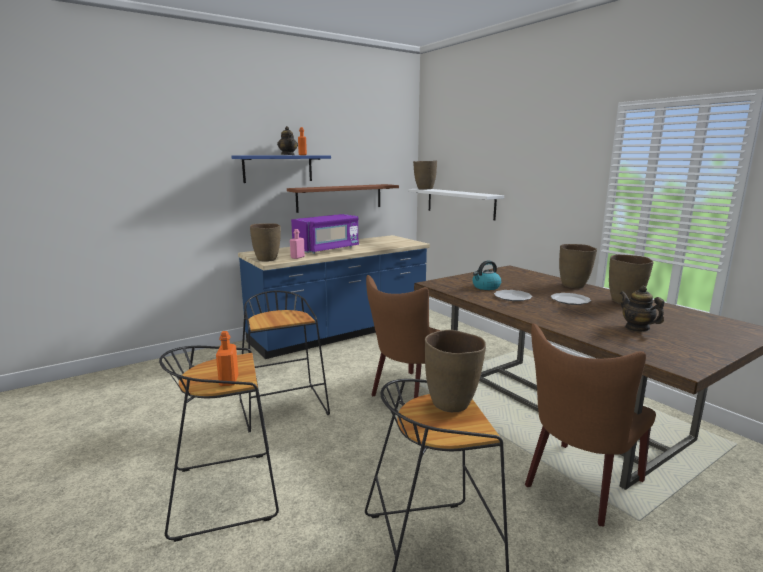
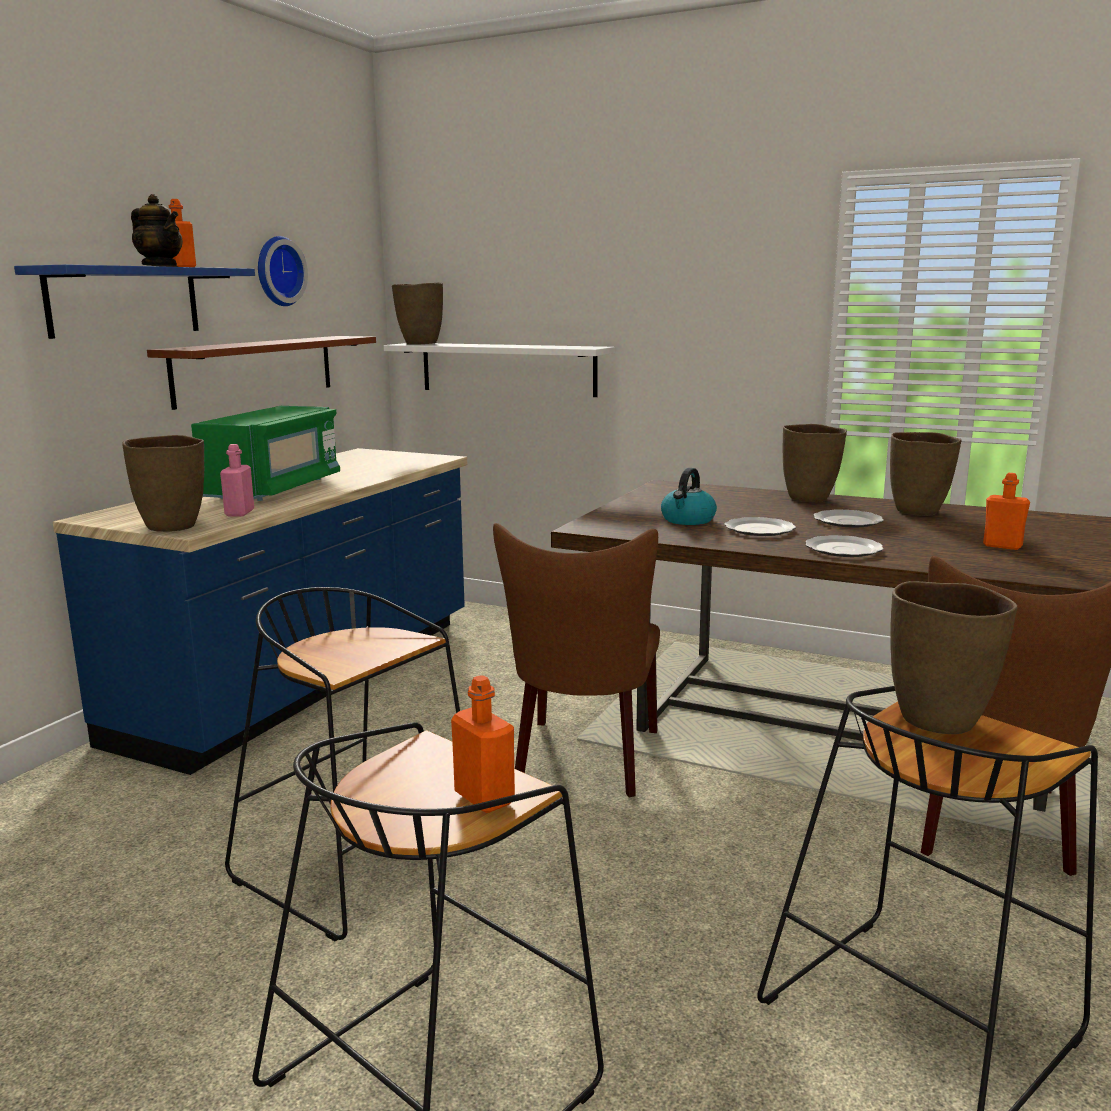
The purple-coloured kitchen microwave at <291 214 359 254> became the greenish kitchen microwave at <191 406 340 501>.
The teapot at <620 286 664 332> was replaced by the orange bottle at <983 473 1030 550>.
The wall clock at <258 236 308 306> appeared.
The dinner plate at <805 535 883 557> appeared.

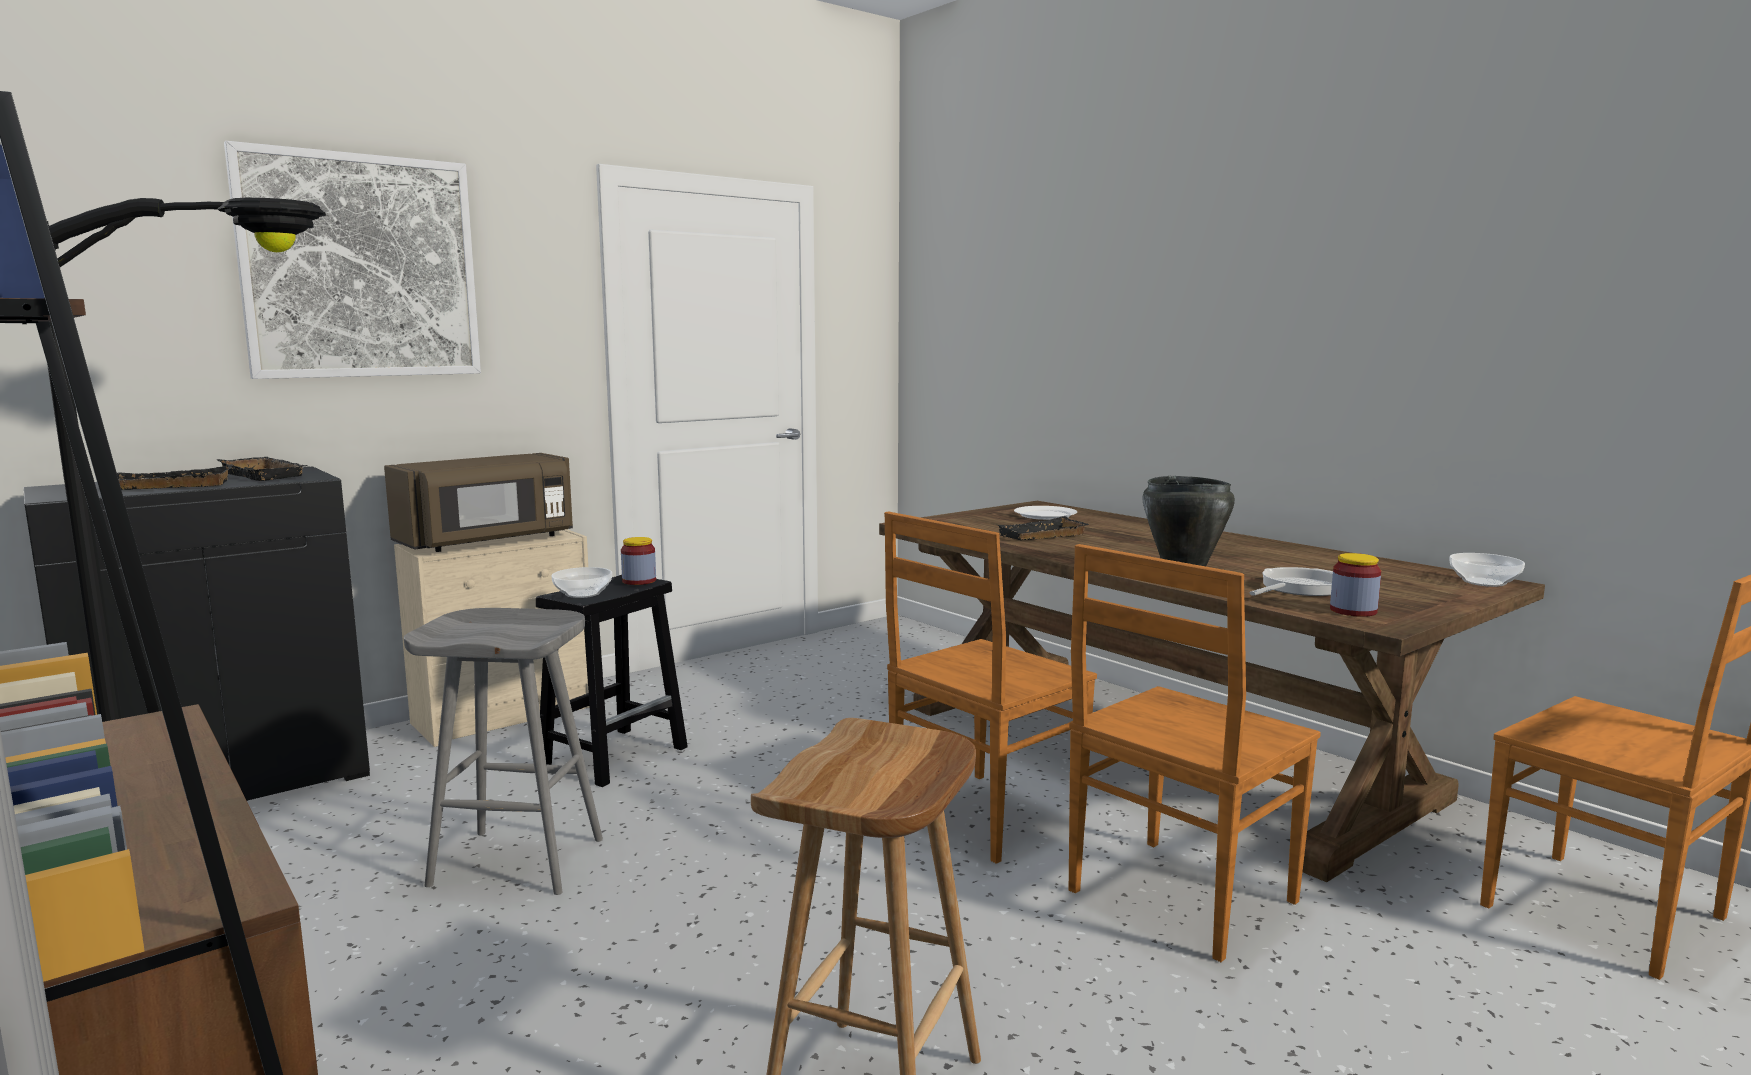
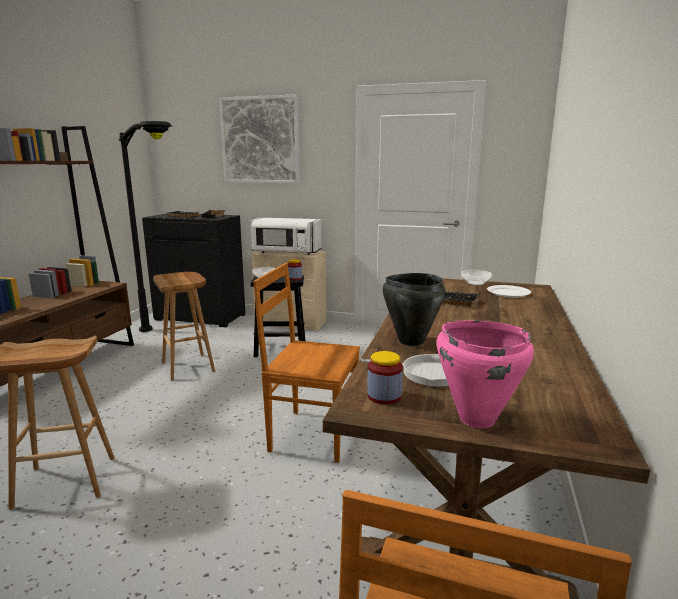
The brown-coloured kitchen microwave at <384 453 573 552> became the white-coloured kitchen microwave at <251 218 321 255>.
The greyish sitting stool at <404 608 603 895> became the brown-coloured sitting stool at <153 272 215 381>.
The brown-coloured upright chair at <1069 544 1321 962> disappeared.
The serving bowl moved from <1450 553 1525 587> to <461 270 492 285>.
The pink cooking pot at <437 321 534 428> appeared.

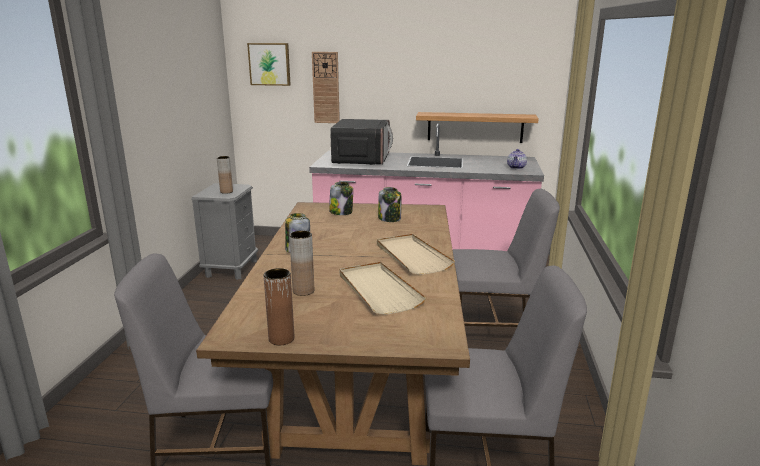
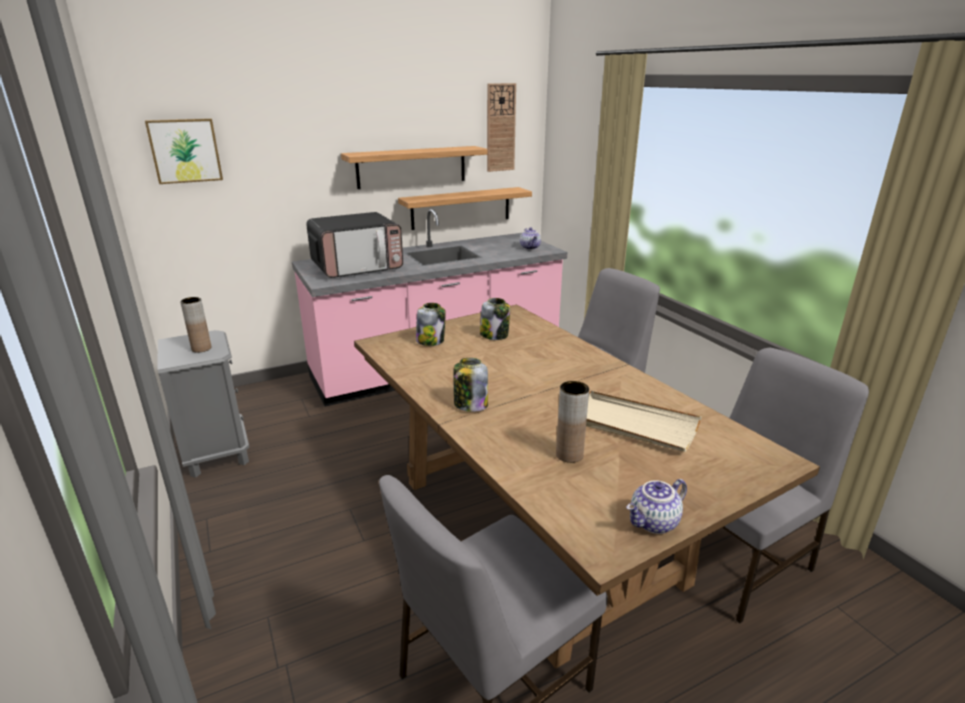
The brown-coloured decorative vase at <264 268 294 345> was replaced by the teapot at <626 479 687 534>.
The wall clock moved from <312 52 340 123> to <487 83 516 172>.
The kitchen microwave at <330 119 393 165> turned 90 degrees clockwise.
The beige-coloured carrying tray at <377 234 455 275> disappeared.
The wall shelf at <341 146 488 189> appeared.

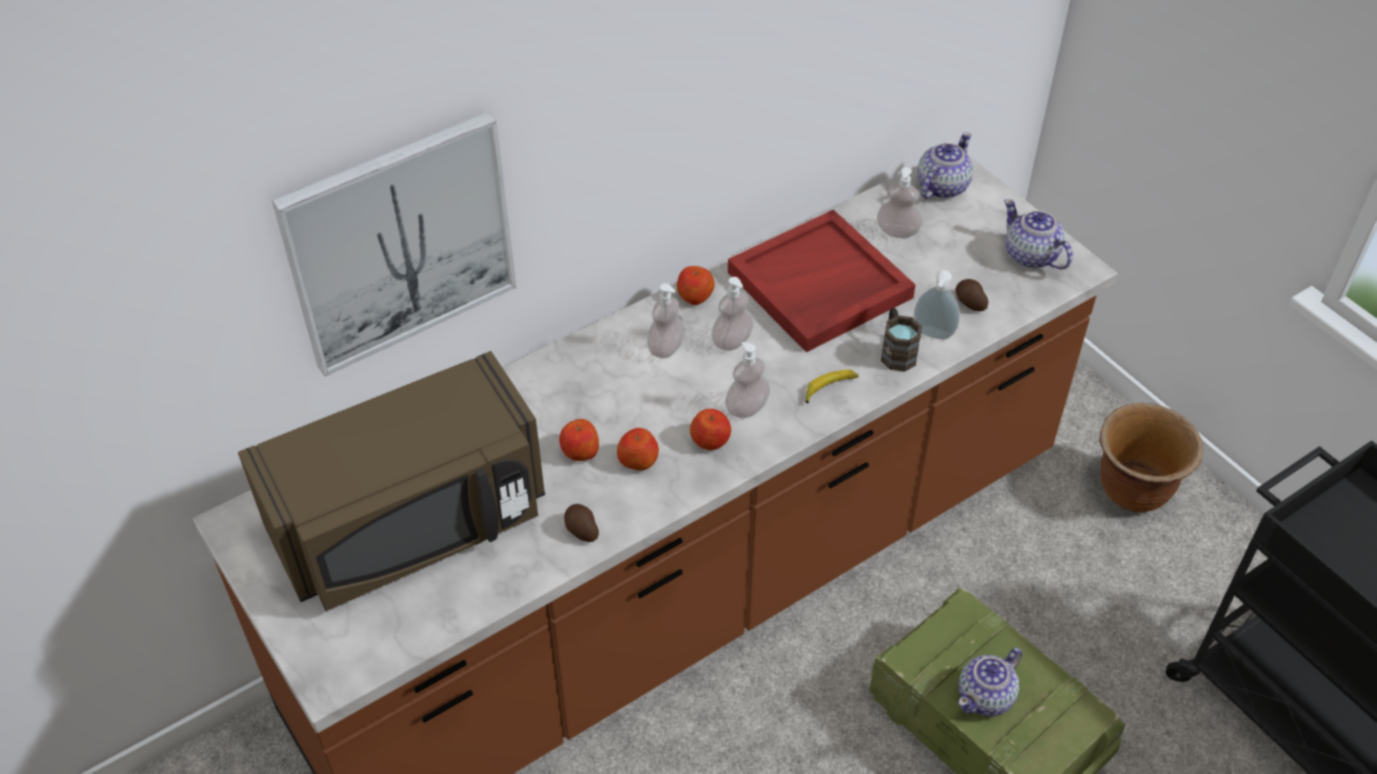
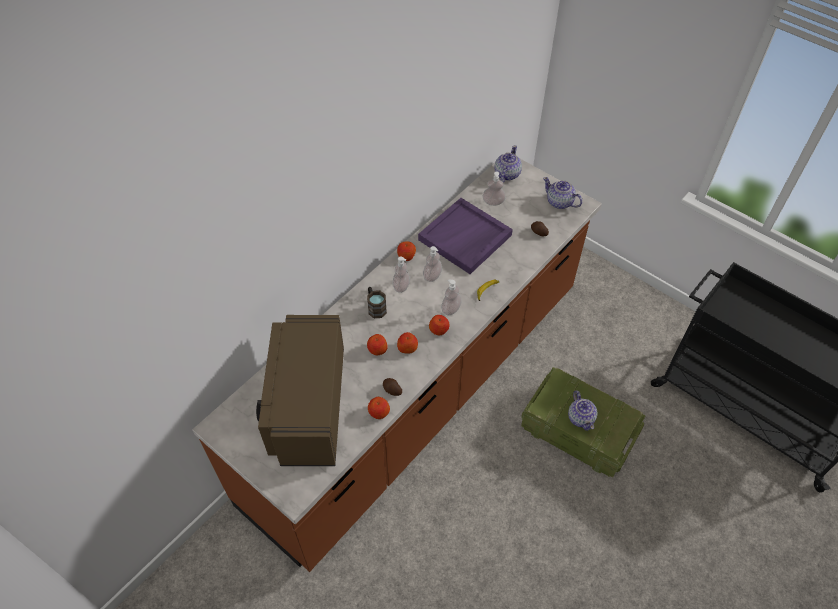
The brown-coloured kitchen microwave at <238 351 545 611> turned 135 degrees clockwise.
The picture at <272 112 516 376> disappeared.
The red carrying tray at <728 210 916 353> became the purple-coloured carrying tray at <418 198 513 274>.
The brown-coloured tea mug moved from <881 308 922 372> to <367 287 387 318>.
The soap dispenser at <914 270 960 340> disappeared.
The teapot at <959 648 1022 717> turned 45 degrees counterclockwise.
The brown-coloured planter at <1100 403 1203 512> disappeared.
The whole apple at <368 397 390 419> appeared.

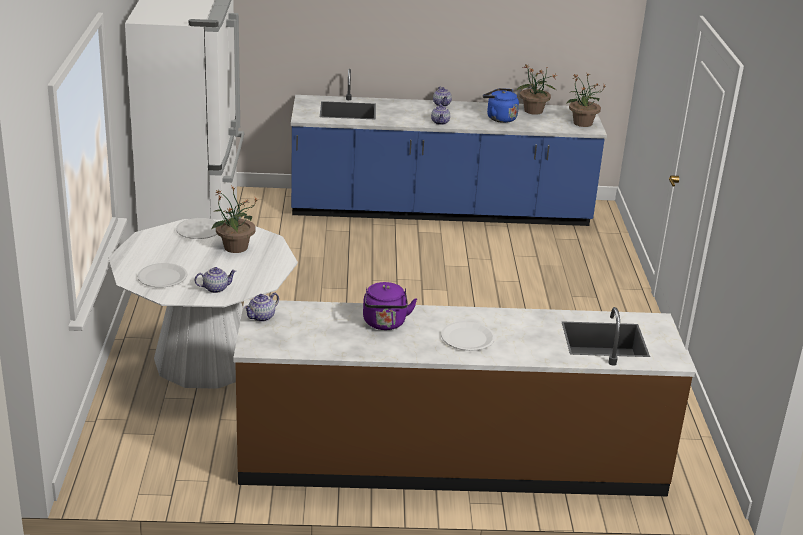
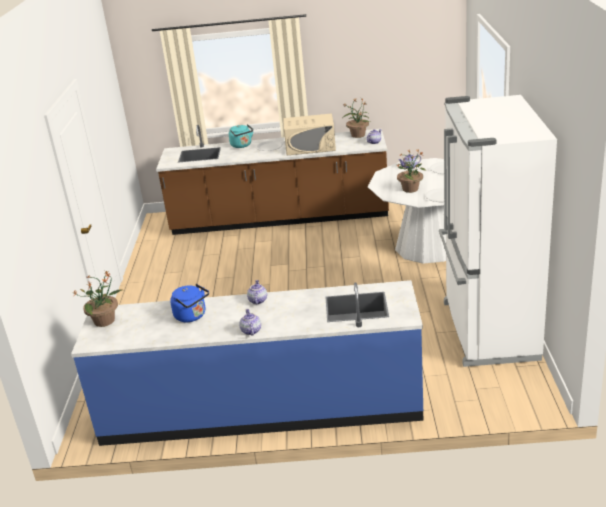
The purple-coloured water kettle at <363 282 417 330> was replaced by the beige-coloured kitchen microwave at <284 113 336 155>.
The houseplant moved from <517 65 557 115> to <342 98 370 138>.
The turquoise-coloured water kettle at <229 124 253 148> appeared.

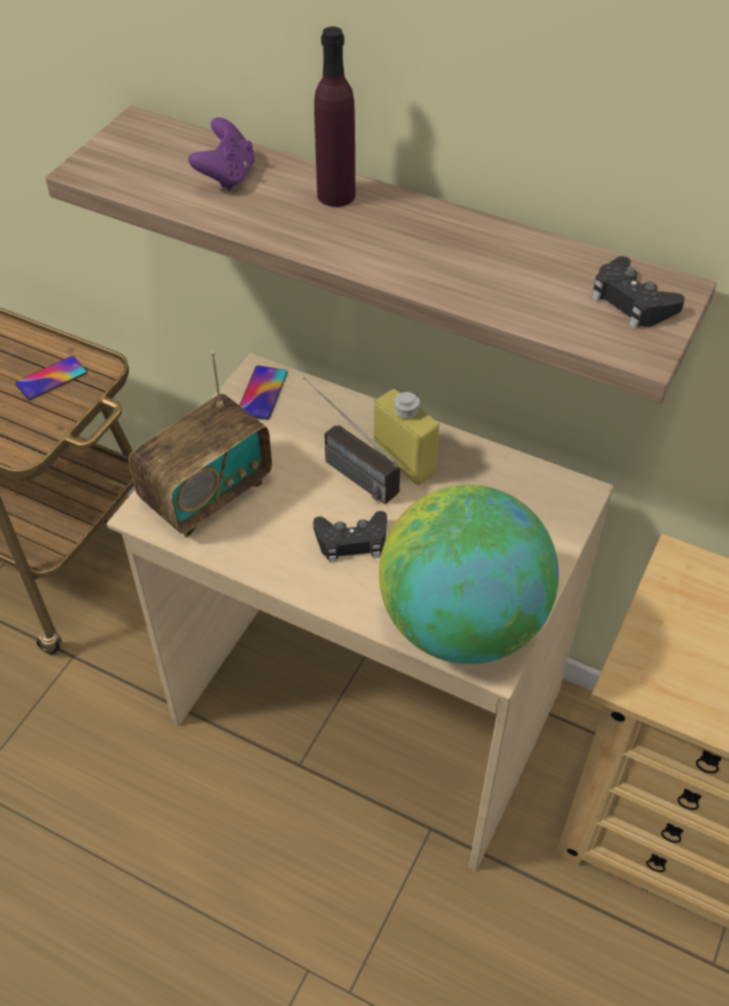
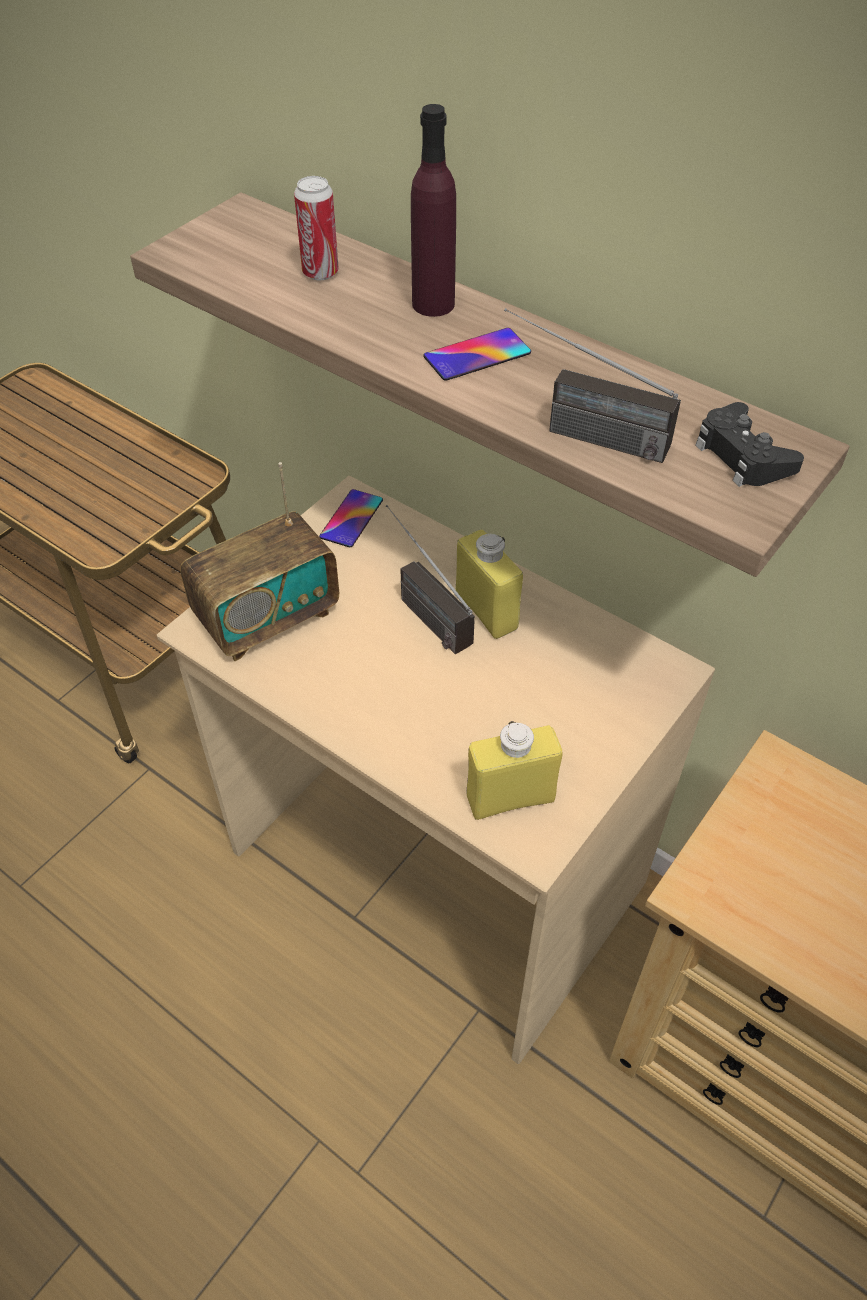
The telephone moved from <15 356 87 400> to <423 328 531 381>.
The purple-coloured game controller at <188 117 255 191> was replaced by the sealed can at <294 176 339 280>.
The black-coloured game controller at <313 511 387 563> disappeared.
The world globe at <379 485 559 664> was replaced by the yellowish bottle at <467 721 562 820>.
The radio receiver at <504 308 681 463> appeared.

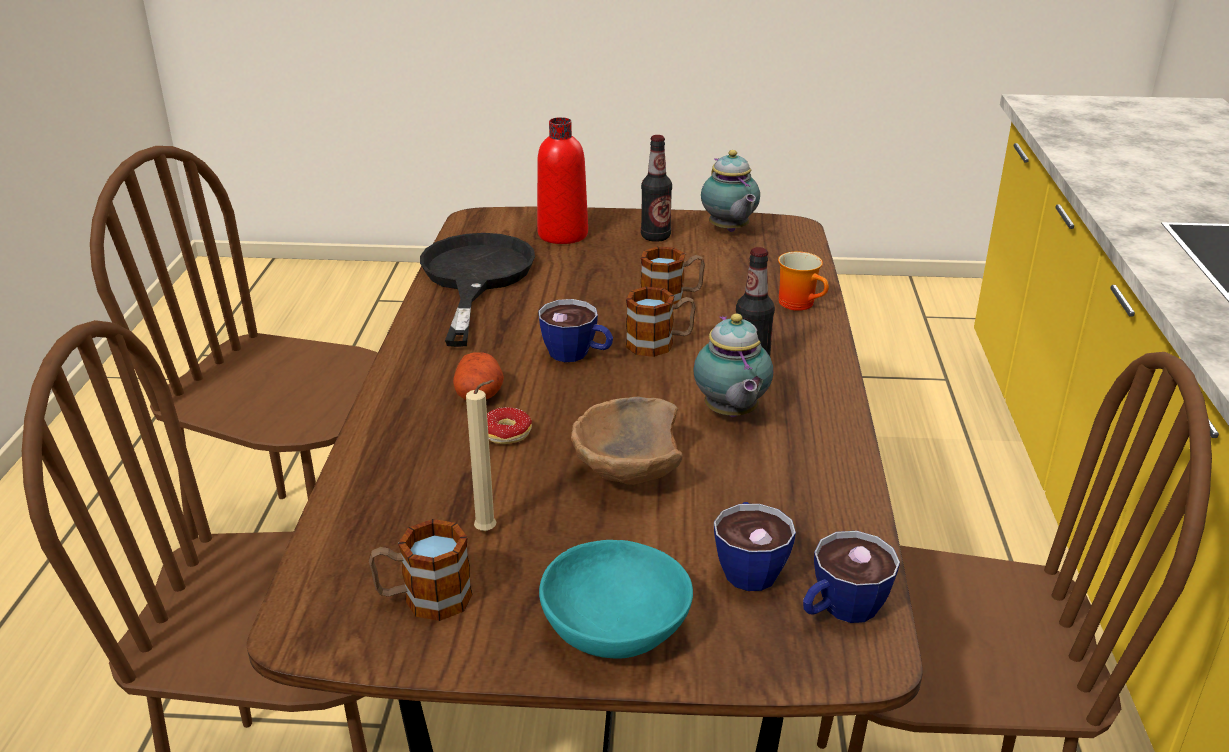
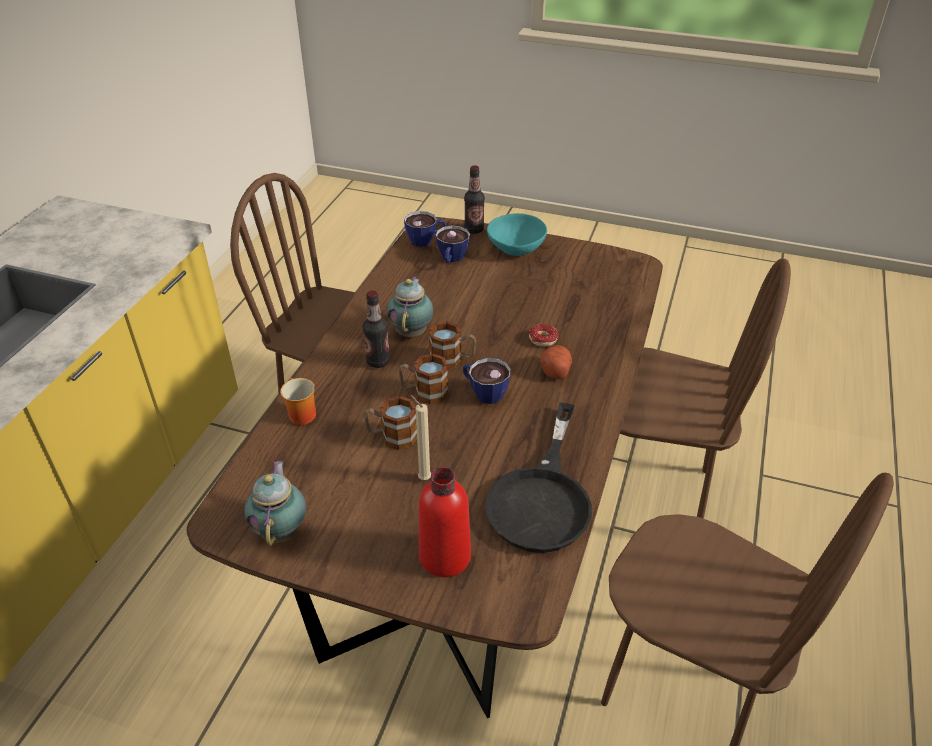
The tea mug moved from <369 519 473 621> to <429 321 476 369>.
The beige-coloured wax candle moved from <466 380 496 531> to <410 395 431 480>.
The brown-coloured serving bowl at <571 397 682 485> disappeared.
The bottle moved from <641 135 672 242> to <464 165 485 234>.

